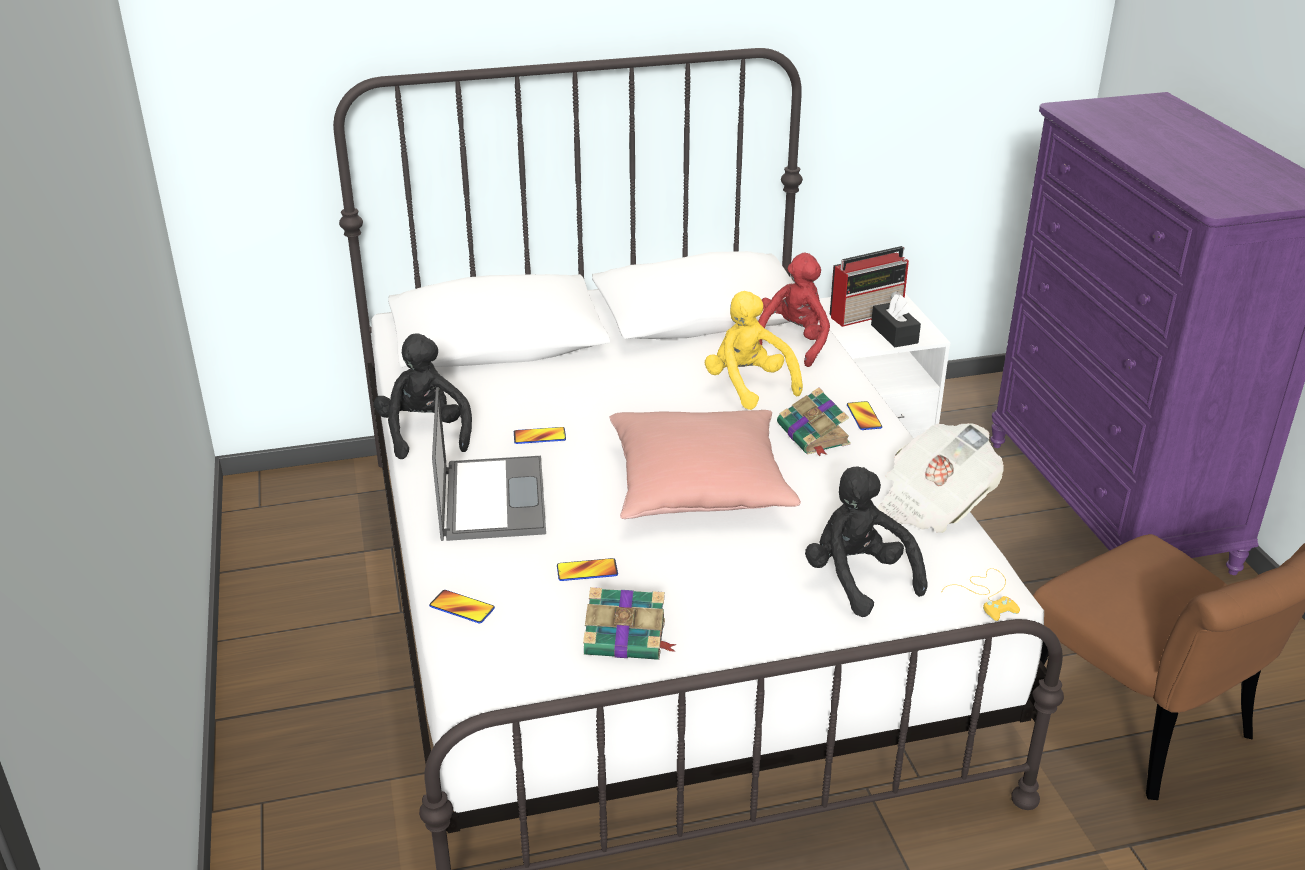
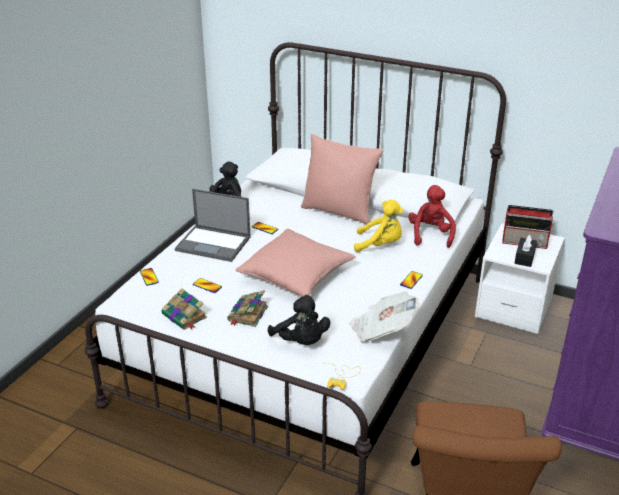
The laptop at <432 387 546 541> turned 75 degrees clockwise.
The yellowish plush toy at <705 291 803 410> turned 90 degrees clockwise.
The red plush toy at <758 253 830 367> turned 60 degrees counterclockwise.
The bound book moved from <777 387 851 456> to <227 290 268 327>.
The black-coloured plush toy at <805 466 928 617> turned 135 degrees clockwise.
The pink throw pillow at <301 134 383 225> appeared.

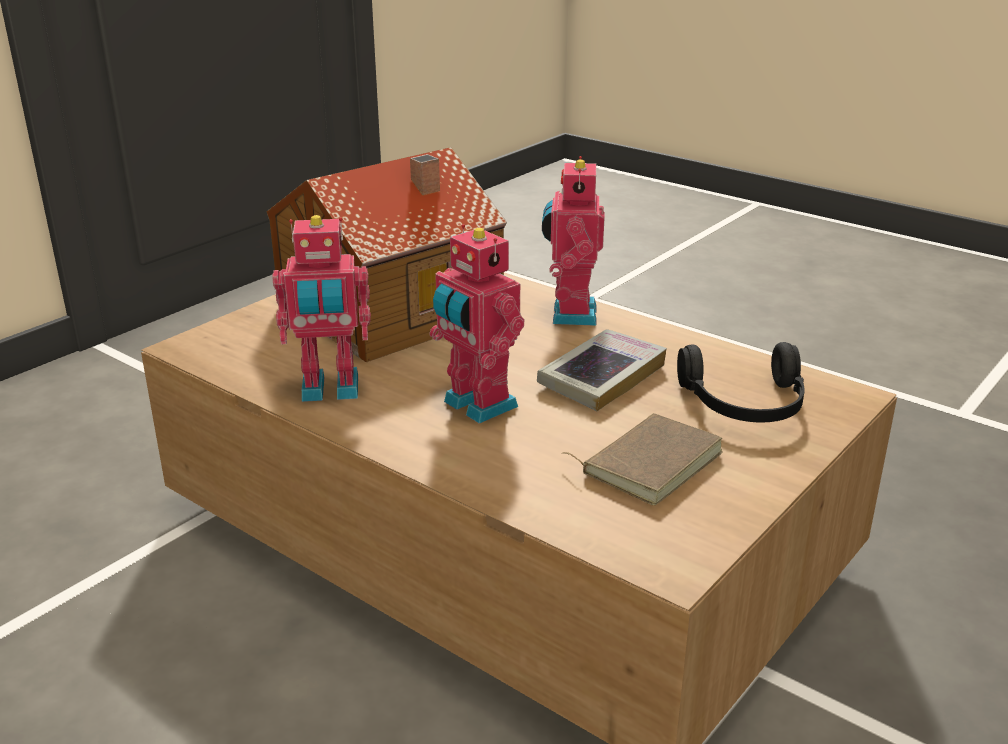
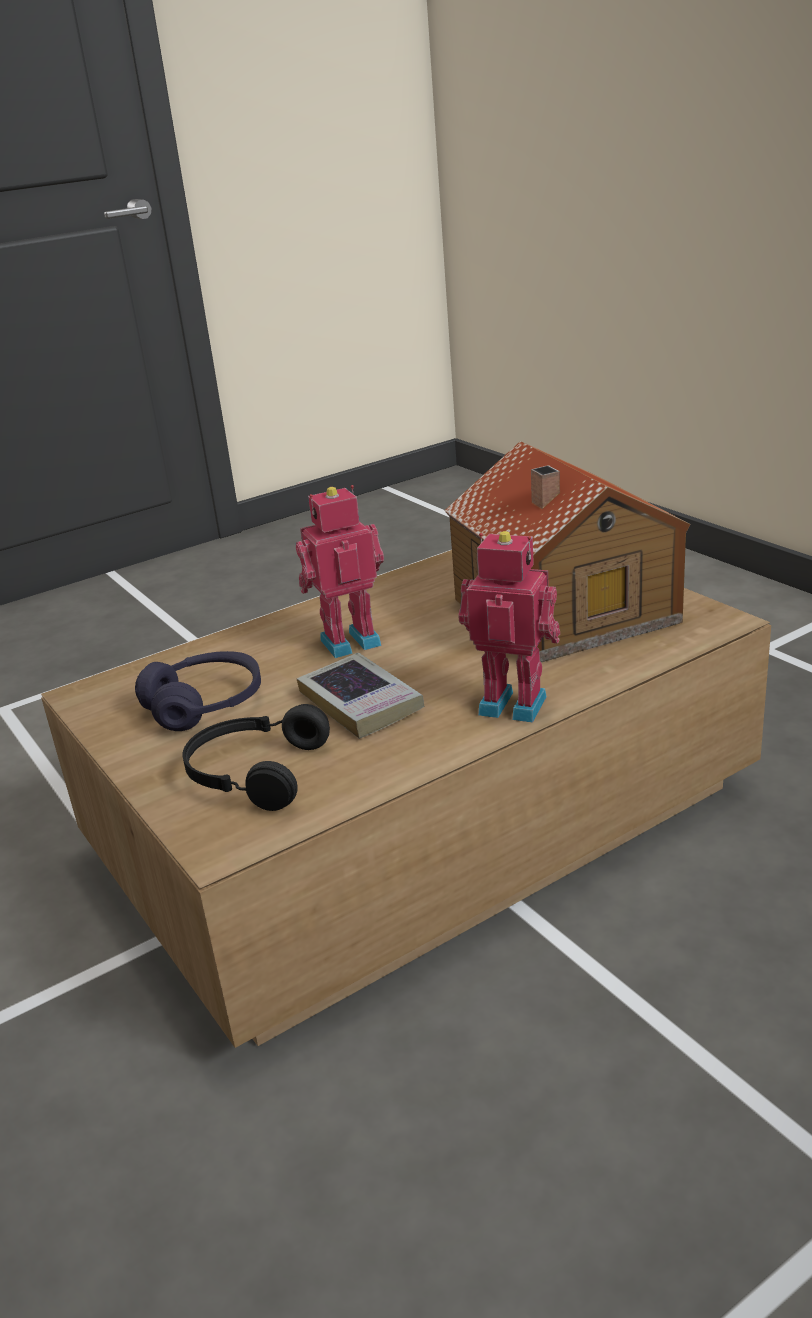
The toy robot at <273 215 371 402> disappeared.
The brown-coloured bound book at <561 413 723 505> was replaced by the purple-coloured headset at <135 651 261 731>.

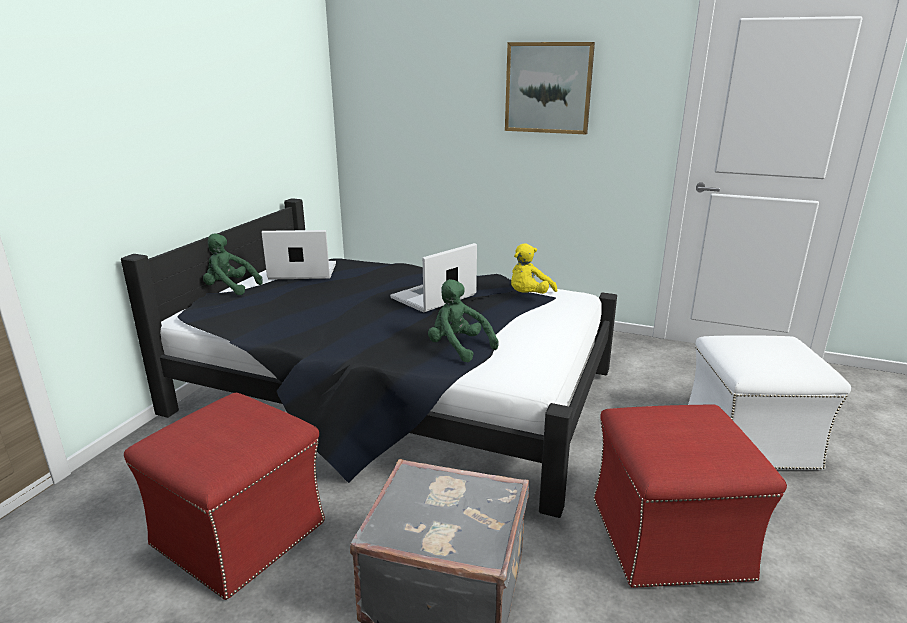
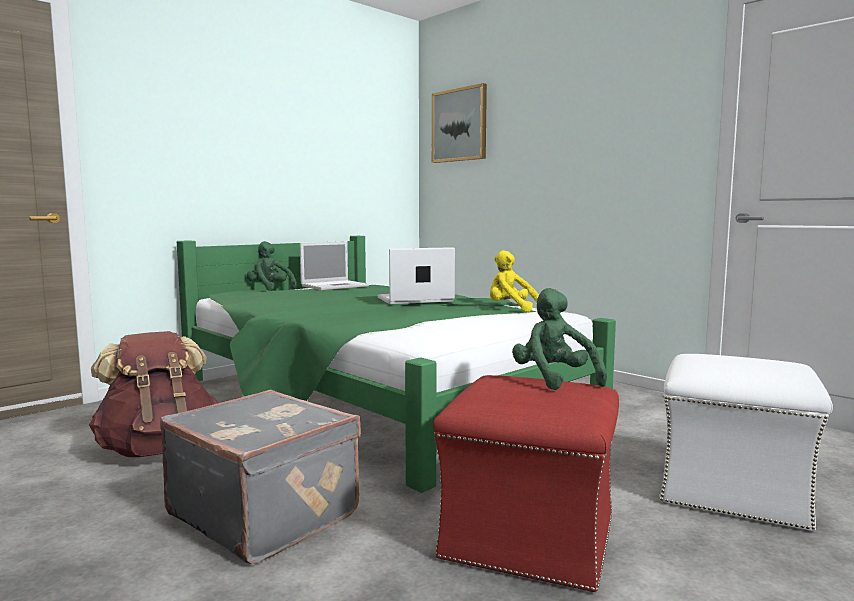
The black-coloured bed at <121 198 617 518> became the greenish bed at <177 236 616 493>.
The red pouffe at <124 393 325 600> was replaced by the brown-coloured rucksack at <89 331 218 457>.
The laptop at <261 230 336 280> turned 120 degrees clockwise.
The greenish plush toy moved from <428 279 499 362> to <512 288 607 390>.
The picture moved from <505 42 595 134> to <432 83 487 163>.
The yellowish plush toy at <511 244 557 294> turned 60 degrees clockwise.

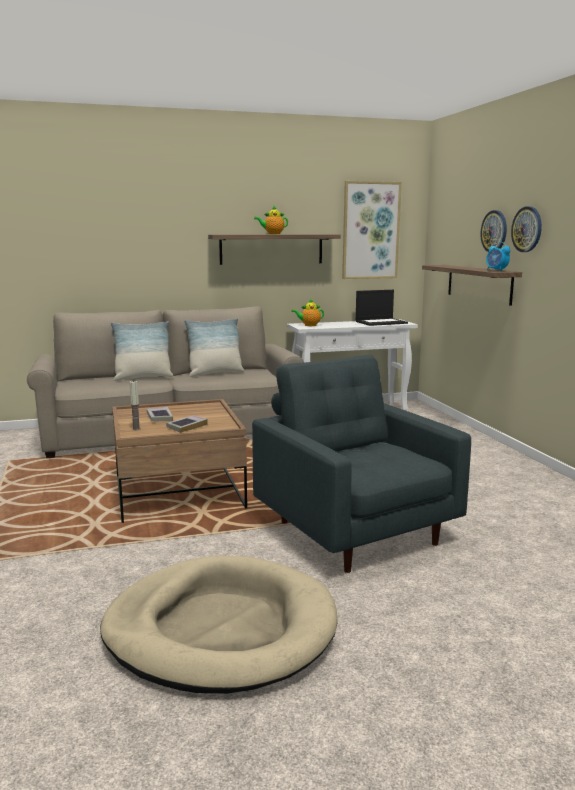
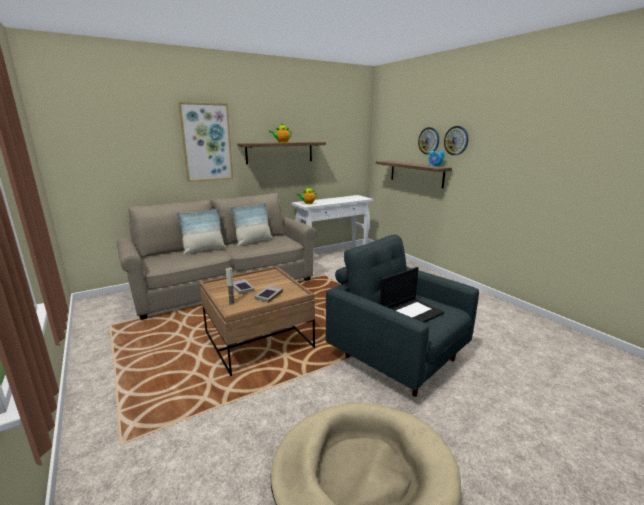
The picture moved from <342 181 402 279> to <178 102 233 182>.
The laptop moved from <356 290 408 326> to <380 267 444 323>.

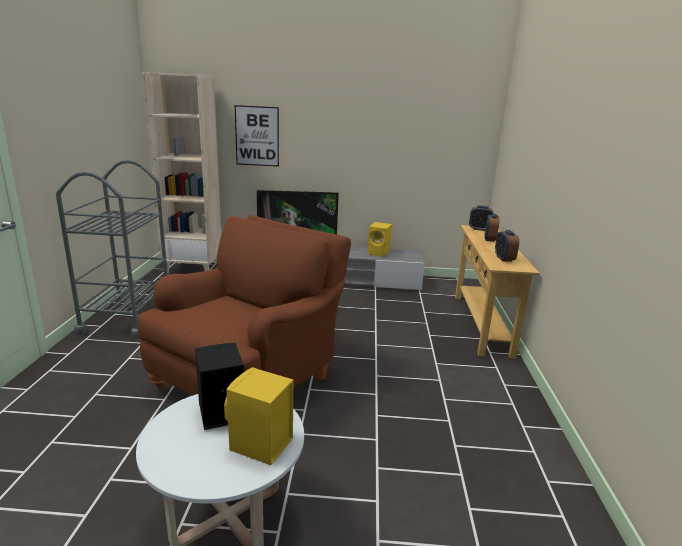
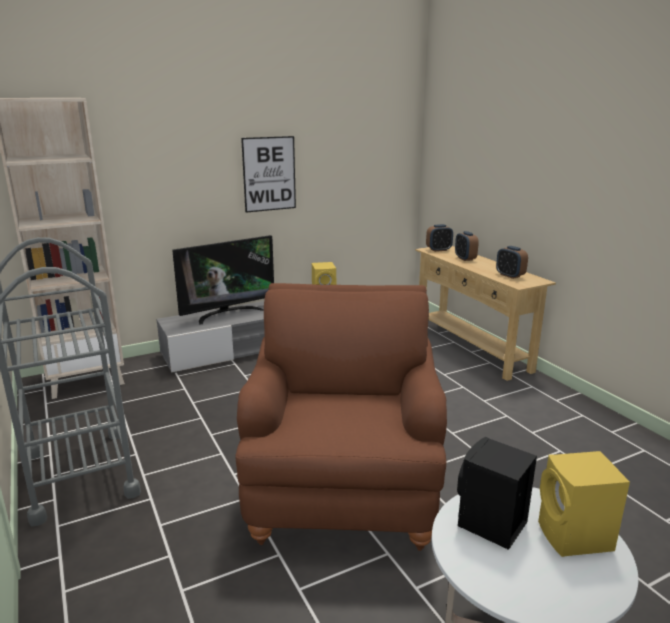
The picture moved from <235 105 279 167> to <241 136 296 213>.

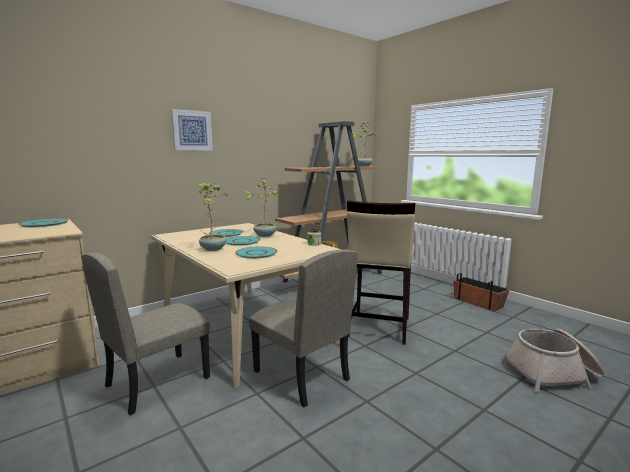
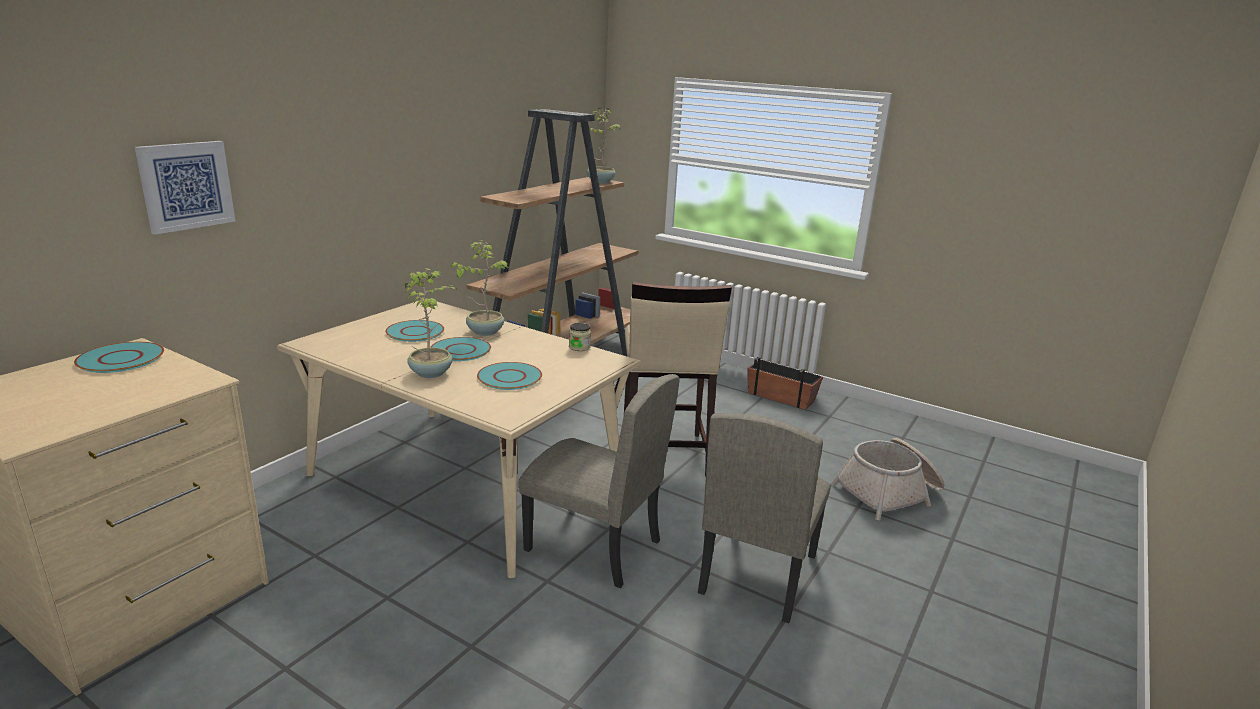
The beige-coloured upright chair moved from <81 253 210 415> to <698 413 831 623>.
The picture moved from <171 109 213 151> to <135 141 235 235>.

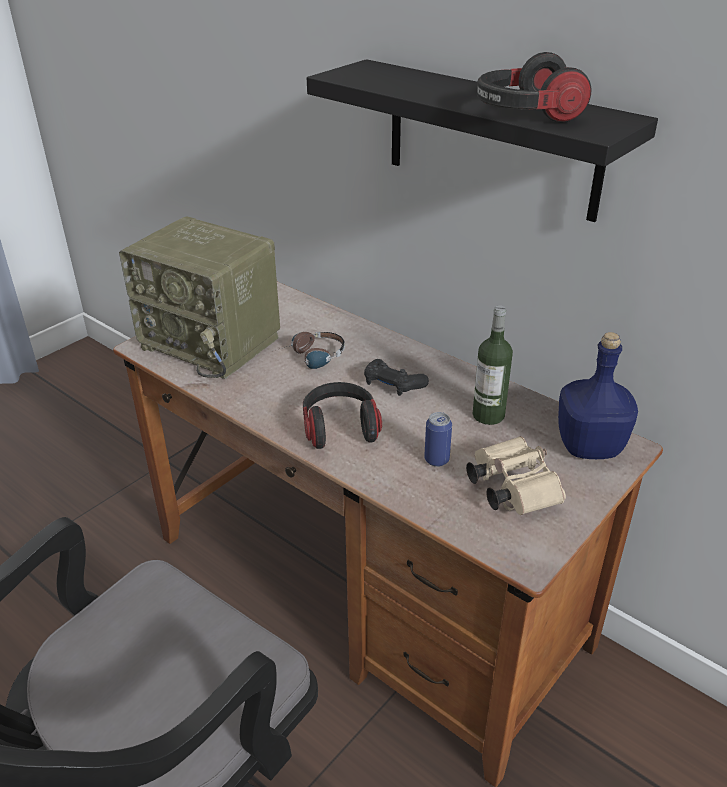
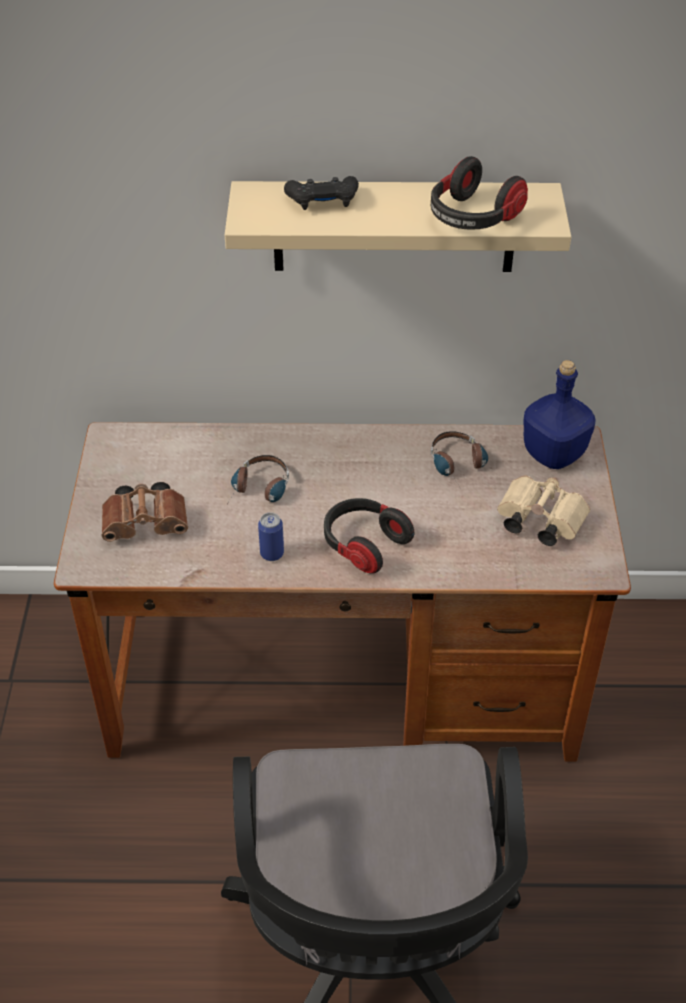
The radio receiver at <119 216 280 379> was replaced by the brown-coloured binoculars at <102 482 188 542>.
The black-coloured wall shelf at <307 59 658 222> became the beige-coloured wall shelf at <225 181 571 272>.
The black-coloured game controller moved from <364 359 429 396> to <284 176 359 210>.
The sealed can moved from <424 412 452 467> to <258 512 284 561>.
The bottle at <472 305 513 425> was replaced by the headset at <431 431 488 489>.

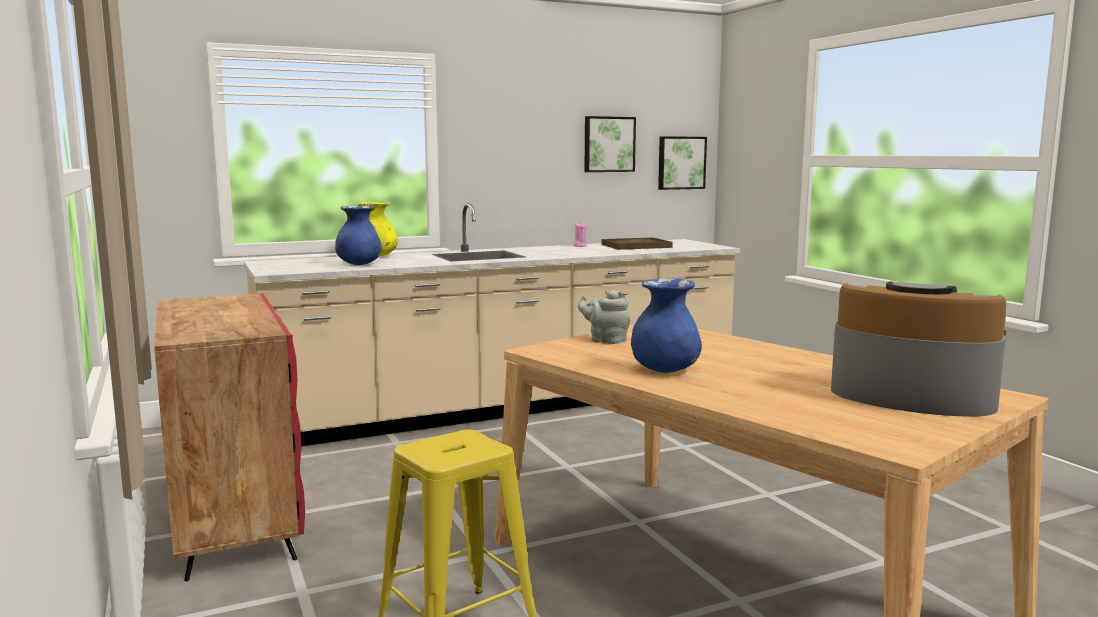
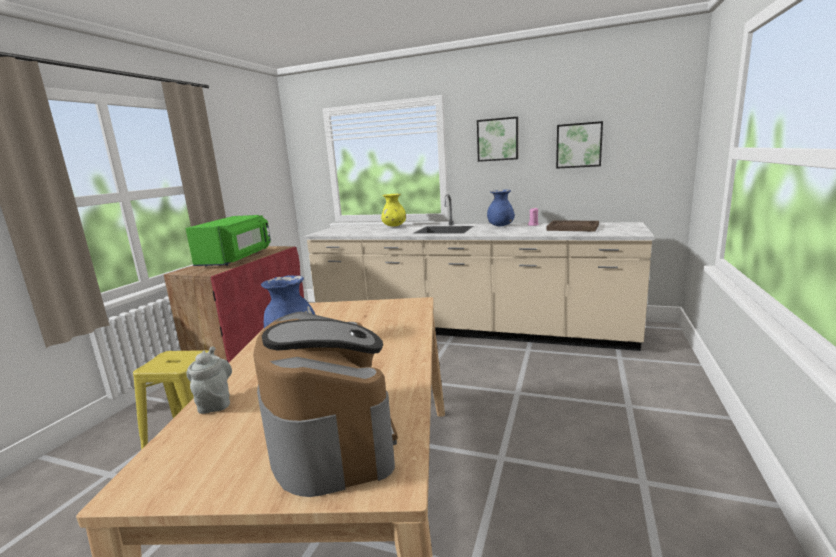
The blue-coloured decorative vase moved from <335 205 382 265> to <487 190 515 226>.
The greyish teapot moved from <578 290 630 344> to <186 346 232 414>.
The picture moved from <658 136 707 190> to <477 117 518 162>.
The greenish kitchen microwave at <186 215 271 266> appeared.

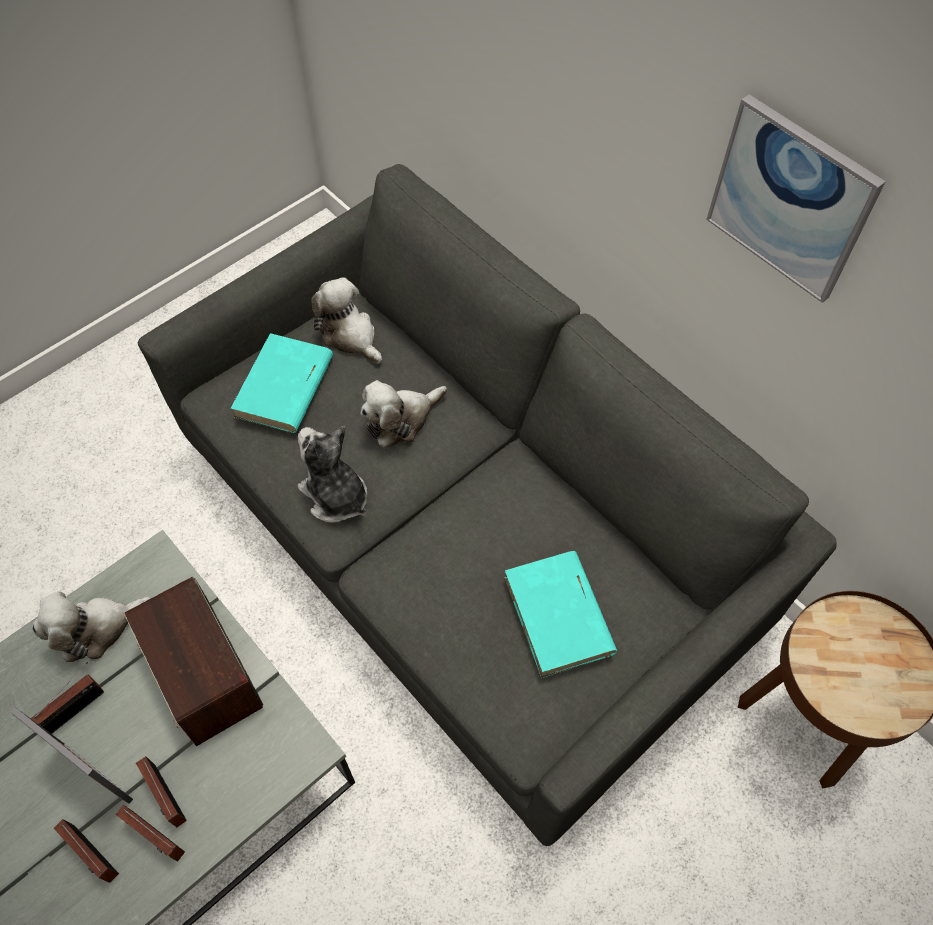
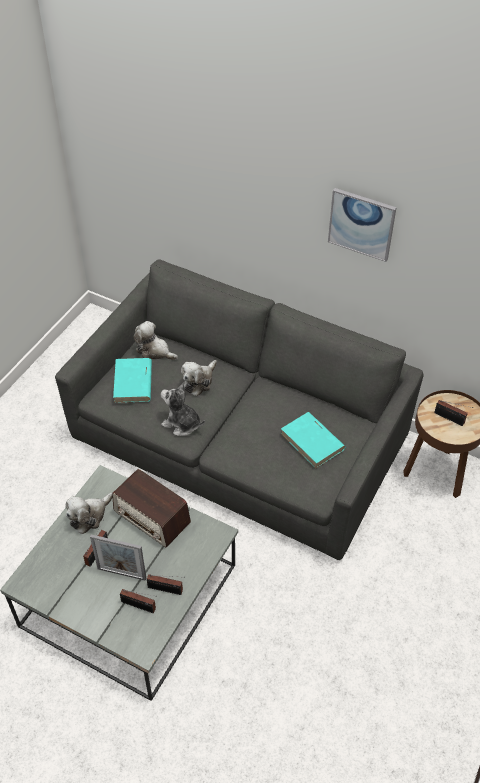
The radio receiver moved from <136 756 187 827> to <434 400 473 426>.

